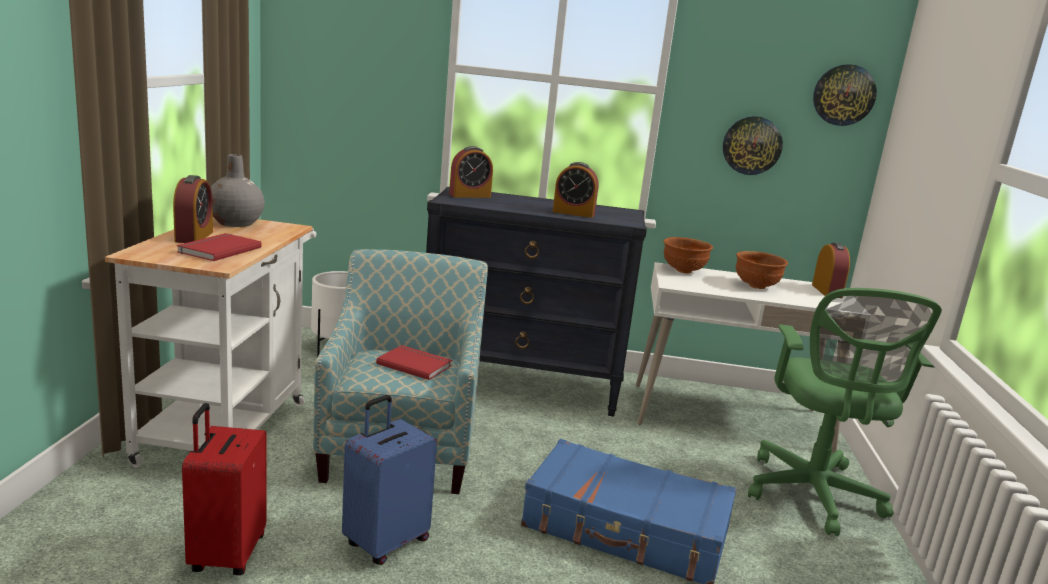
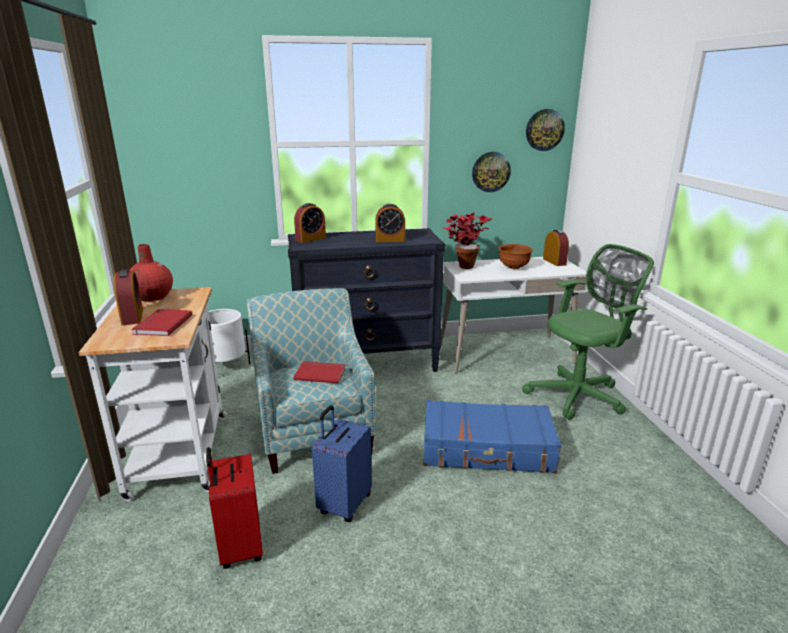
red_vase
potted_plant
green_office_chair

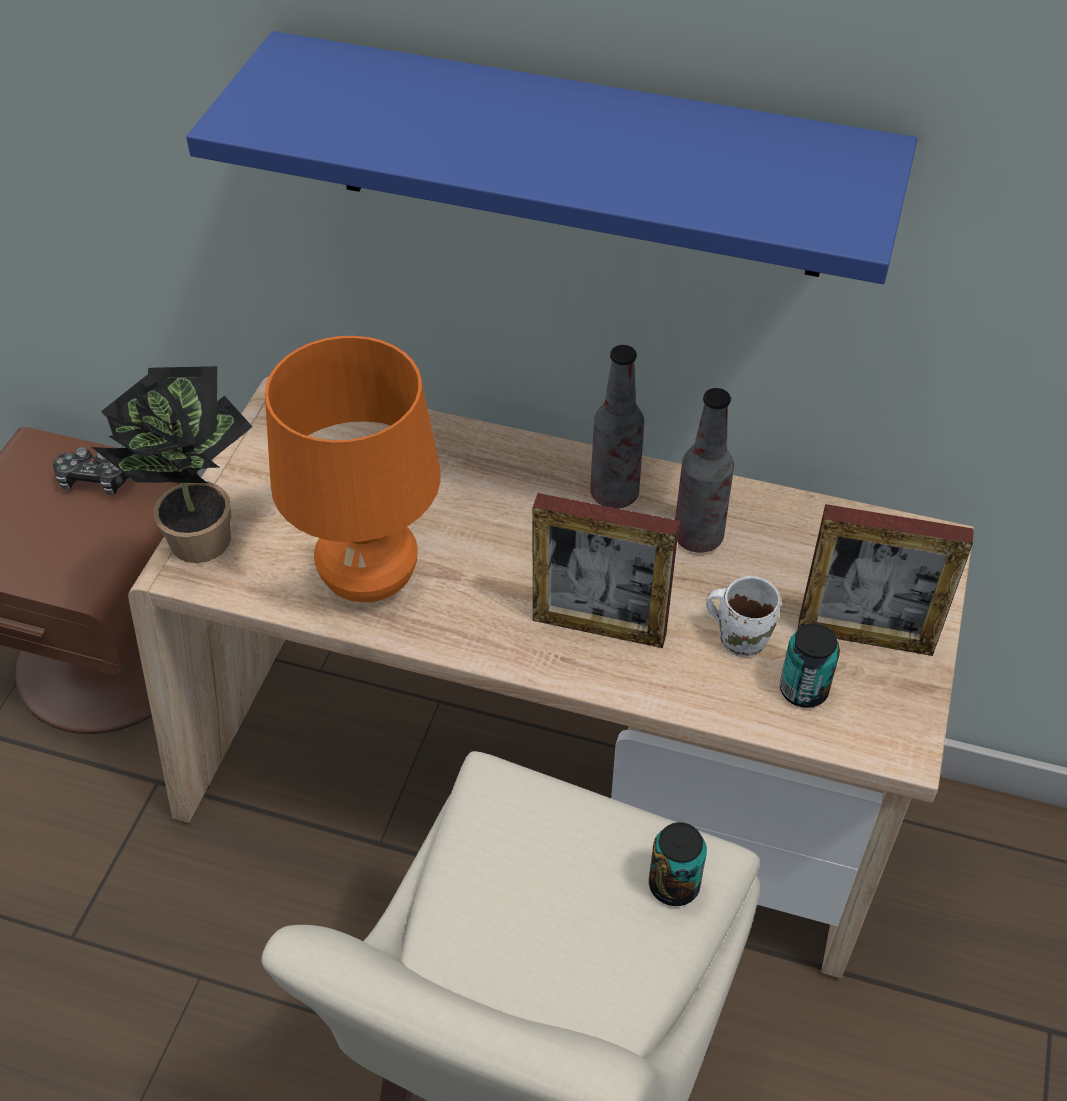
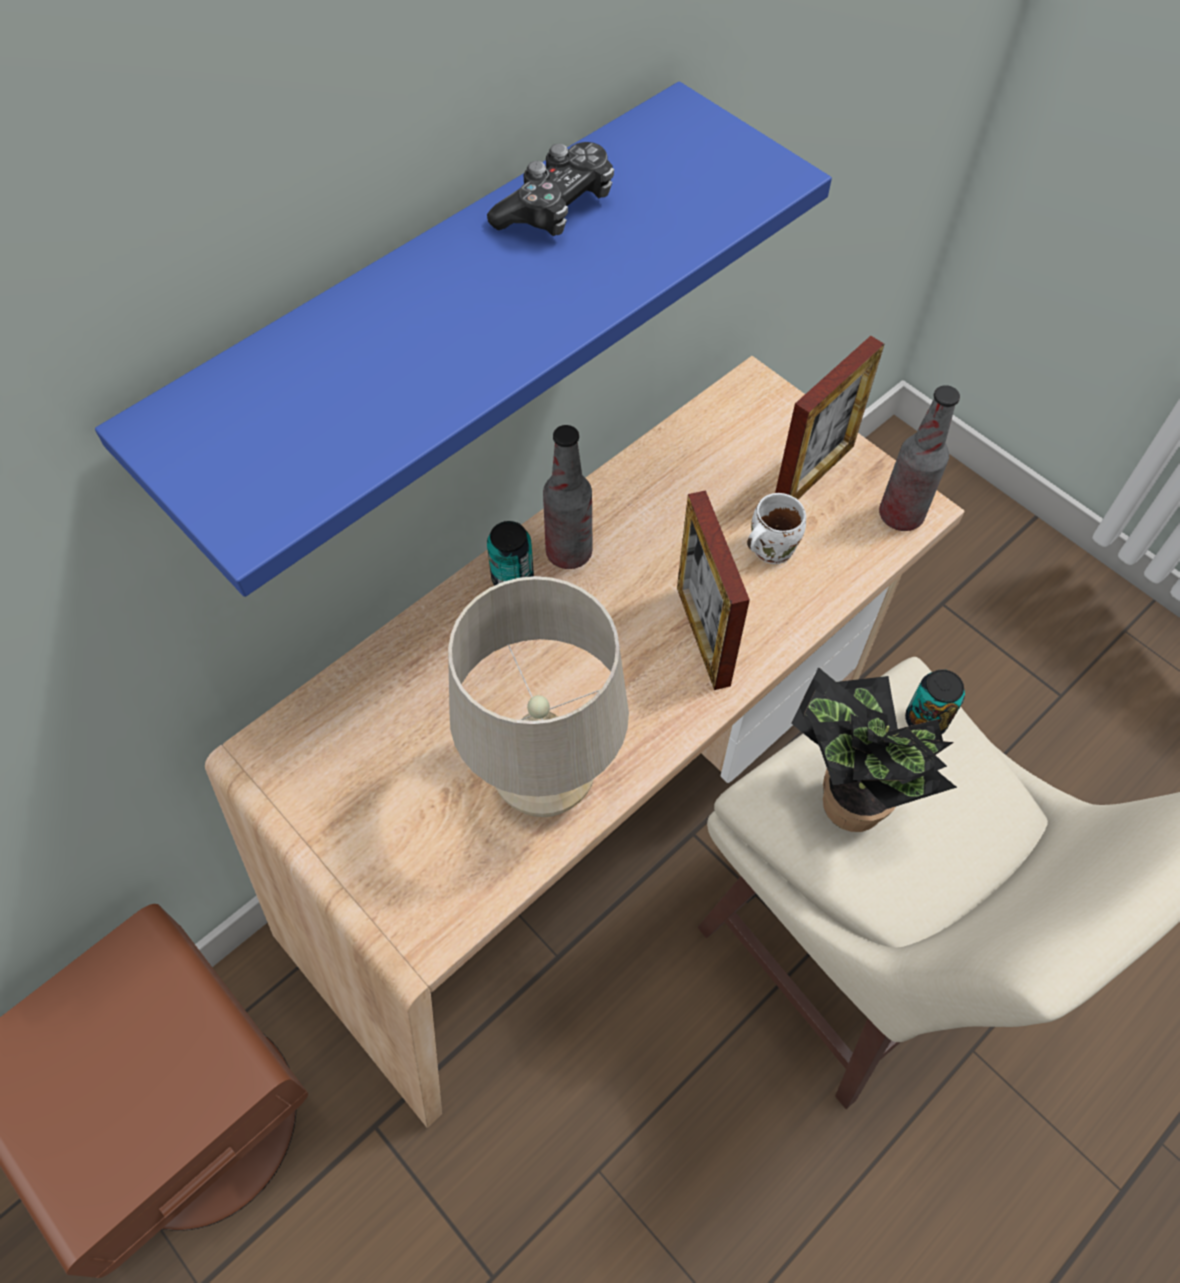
beige_table_lamp
game_controller
can (no. 1 from left)
picture_frame (no. 1 from left)
potted_plant
bottle (no. 2 from left)

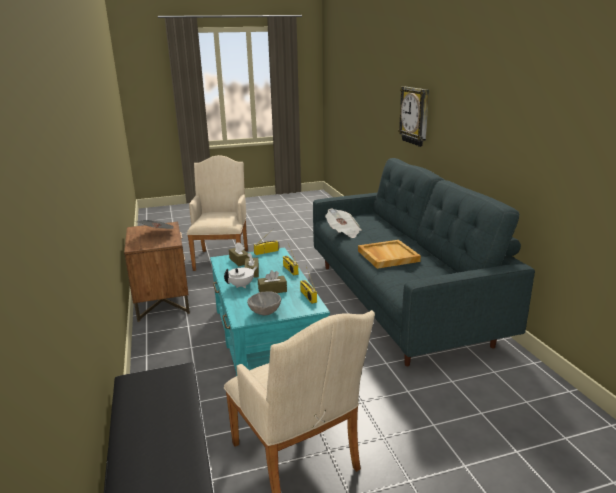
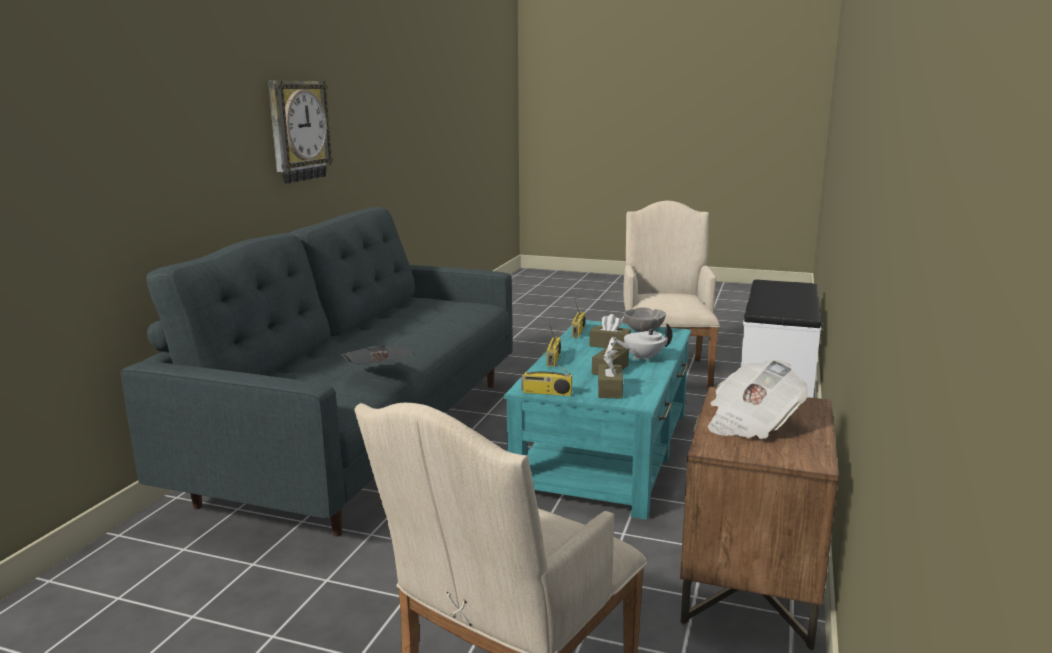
wall_clock
beige_tray

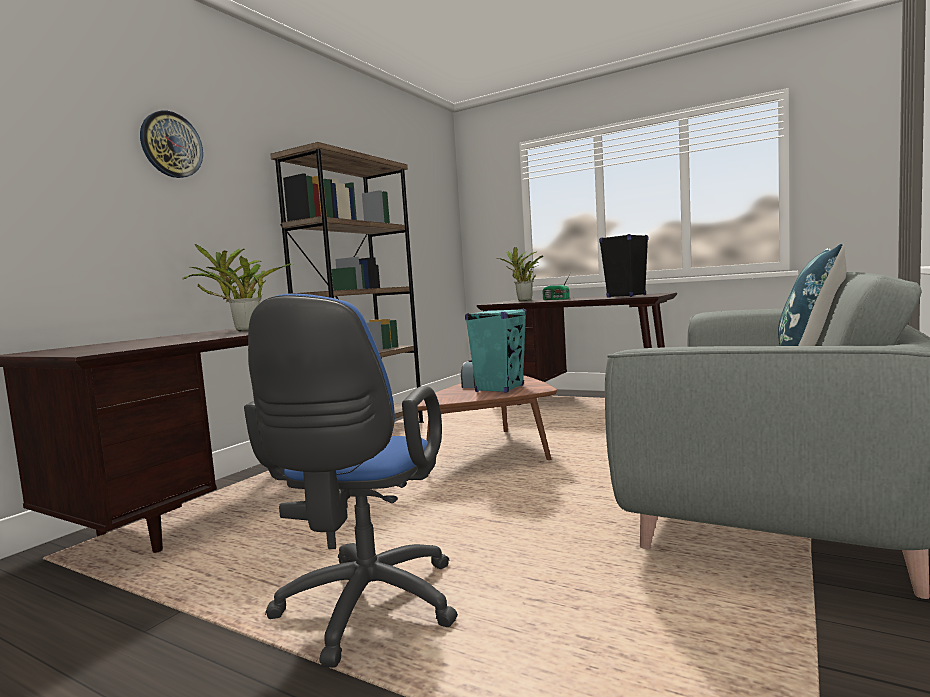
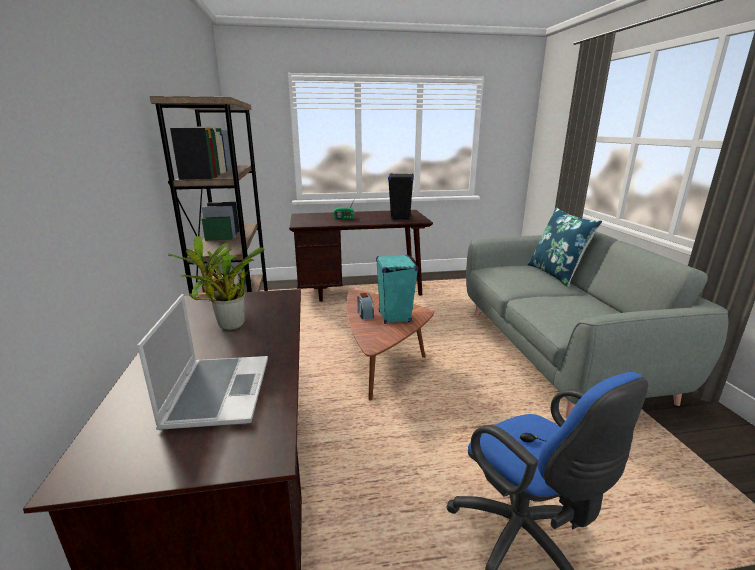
laptop
wall_clock
potted_plant (no. 2 from left in the first image)

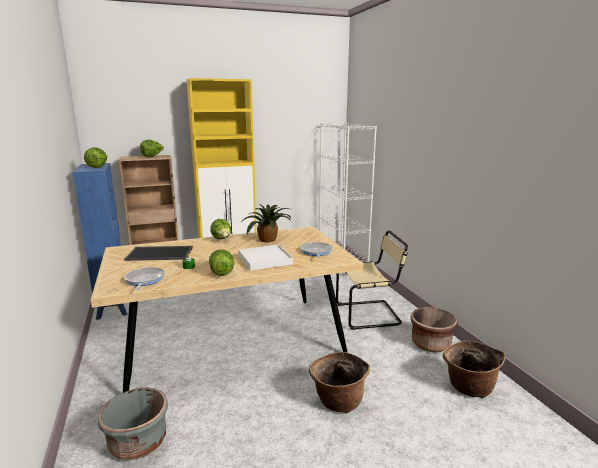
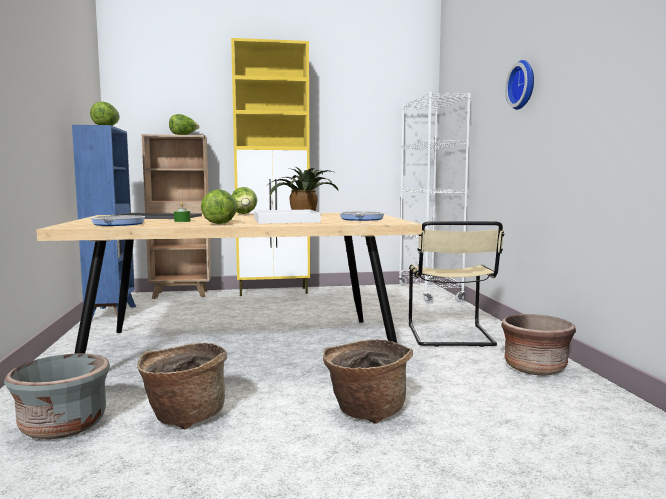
basket (no. 1 from left)
beige_chair
wall_clock

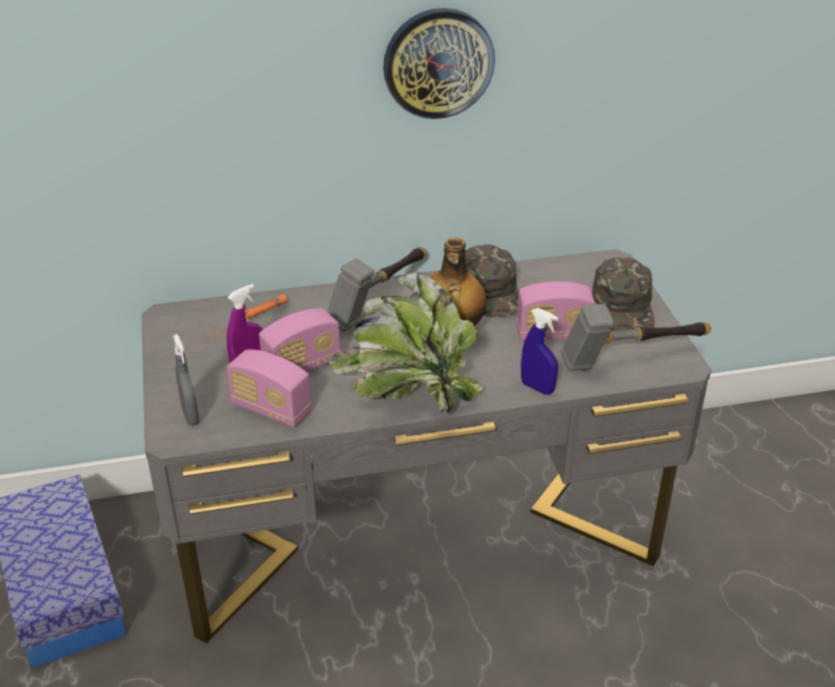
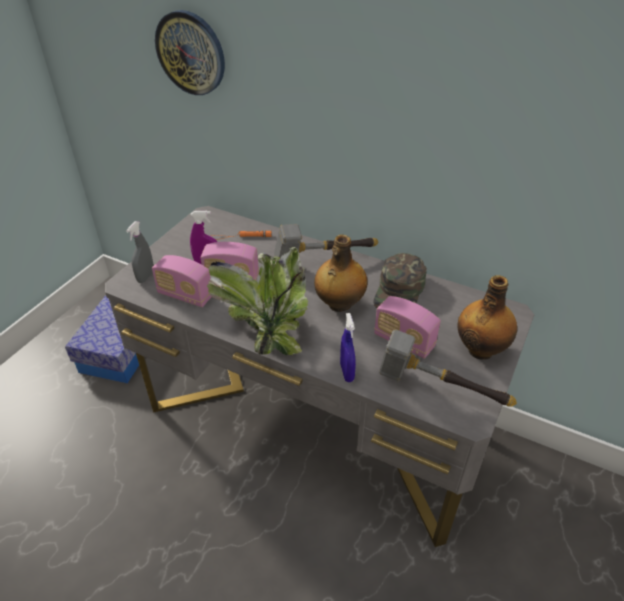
radio (no. 1 from left)
wall_clock
bottle (no. 2 from left)

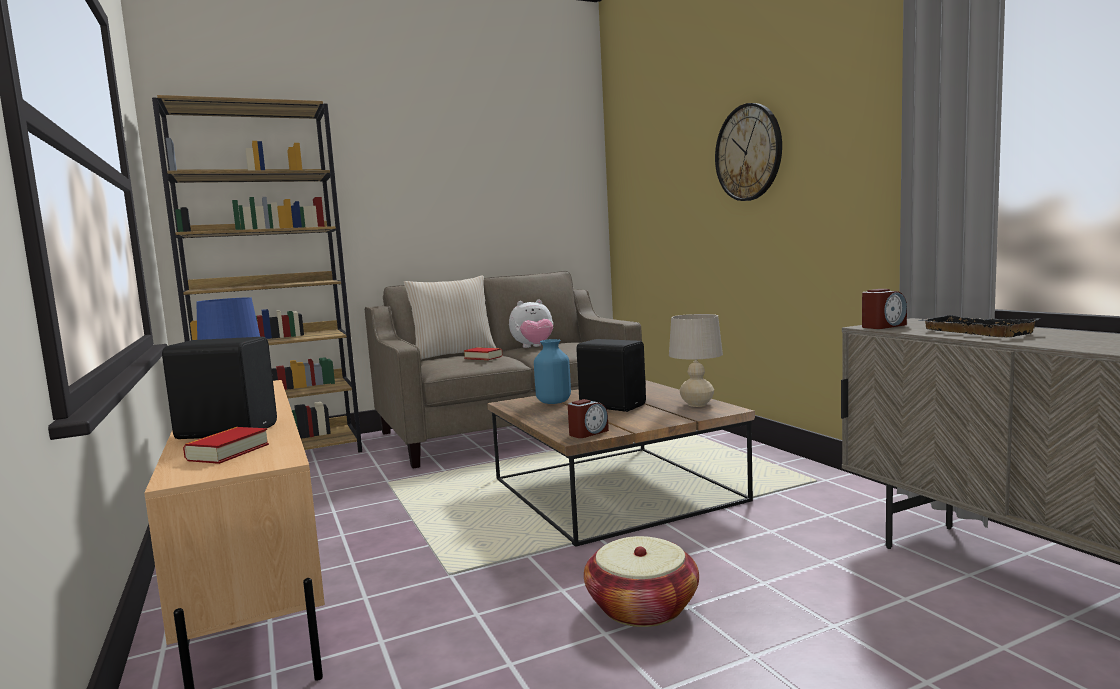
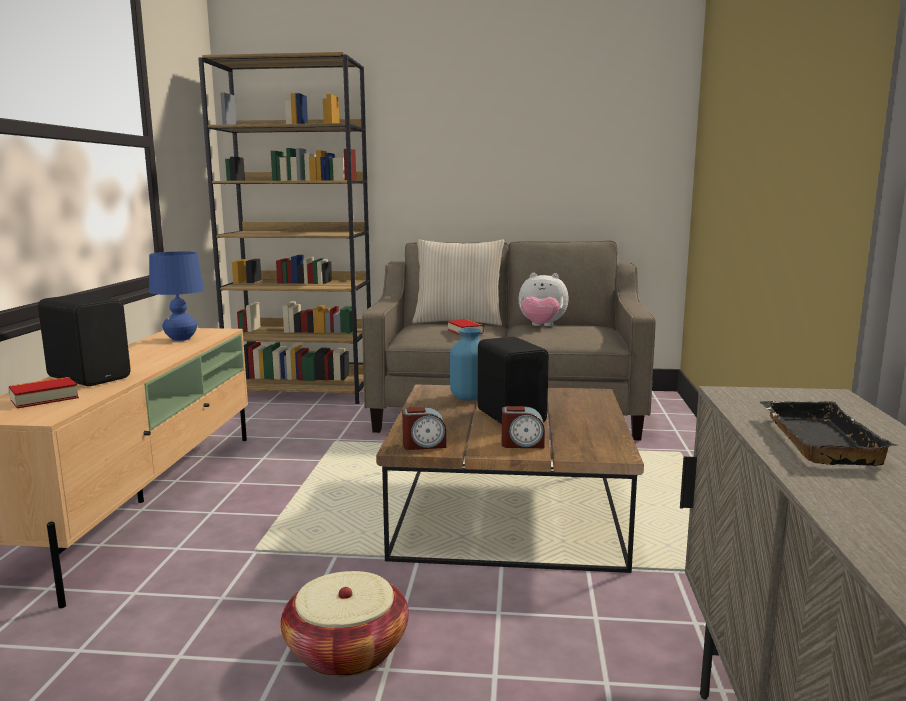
alarm_clock (no. 2 from left)
beige_table_lamp
wall_clock

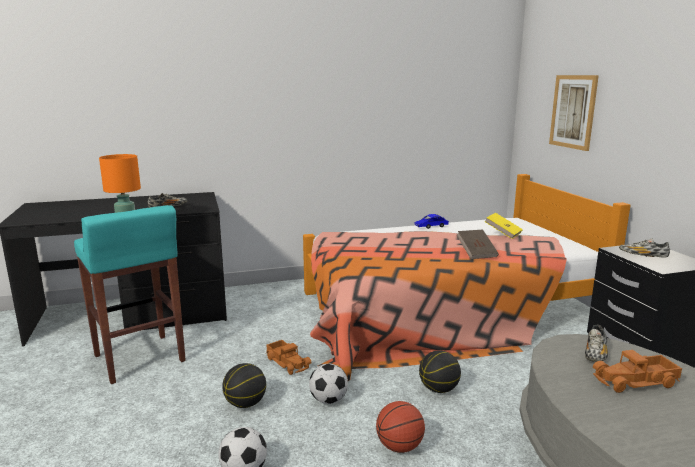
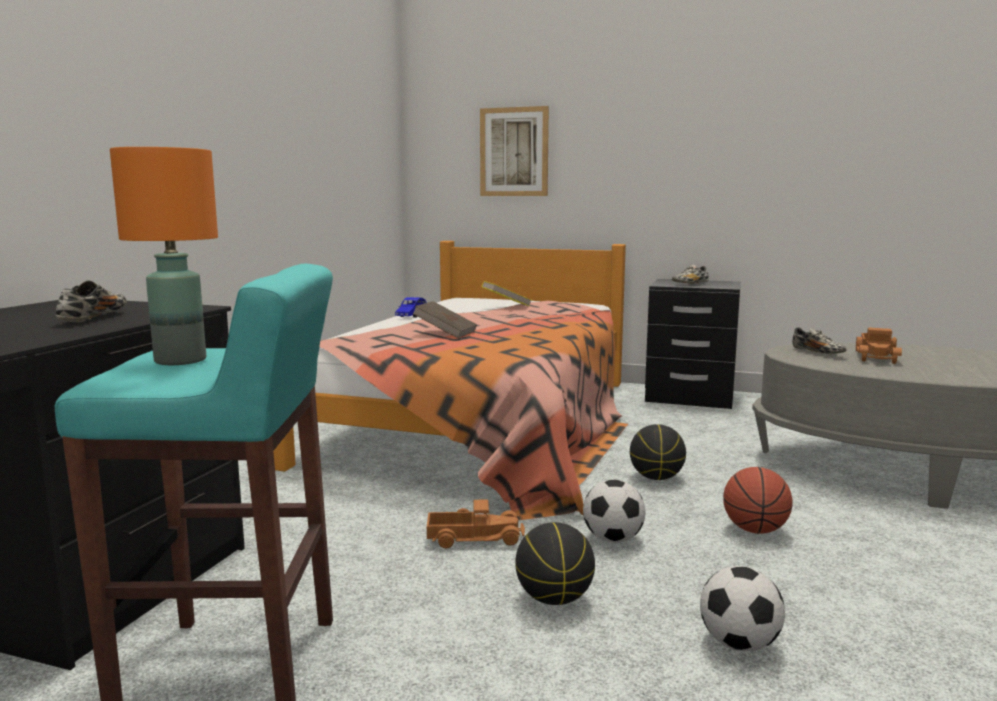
brown_book

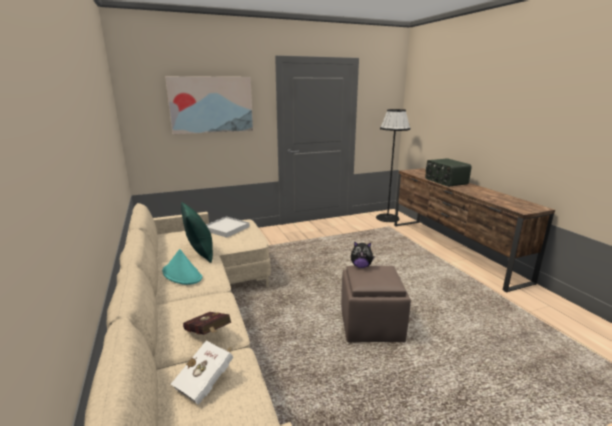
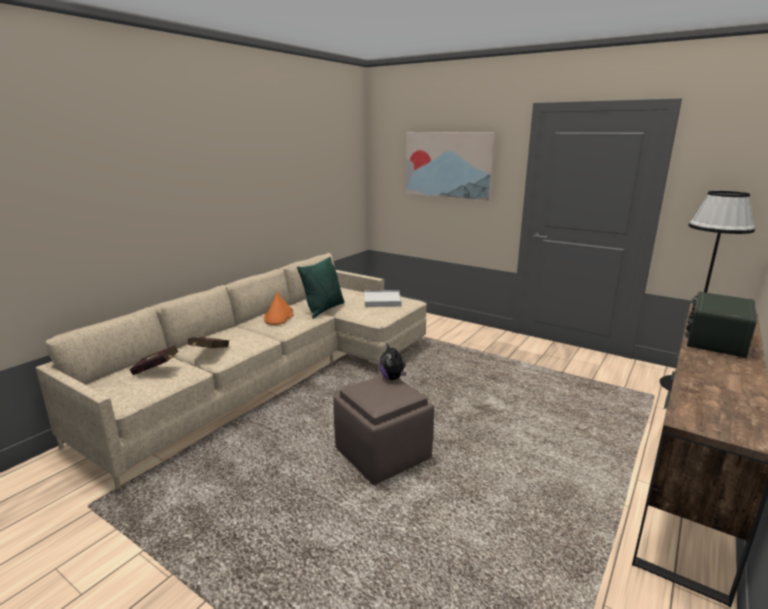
red_book (no. 1 from left)
orange_hat

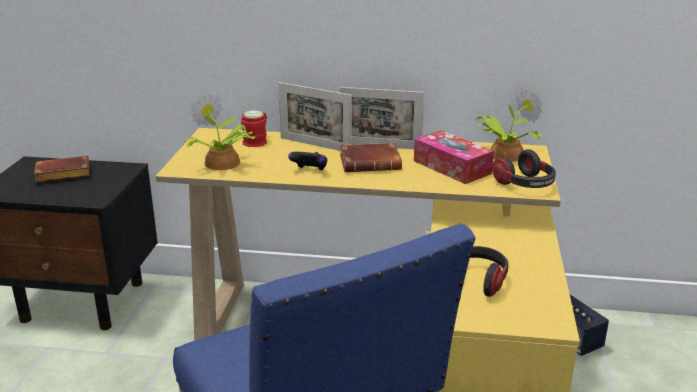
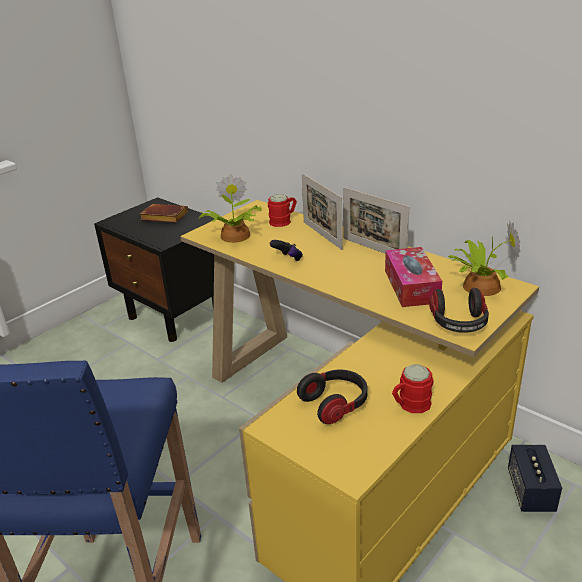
red_mug (no. 2 from left)
brown_book (no. 2 from left in the first image)

